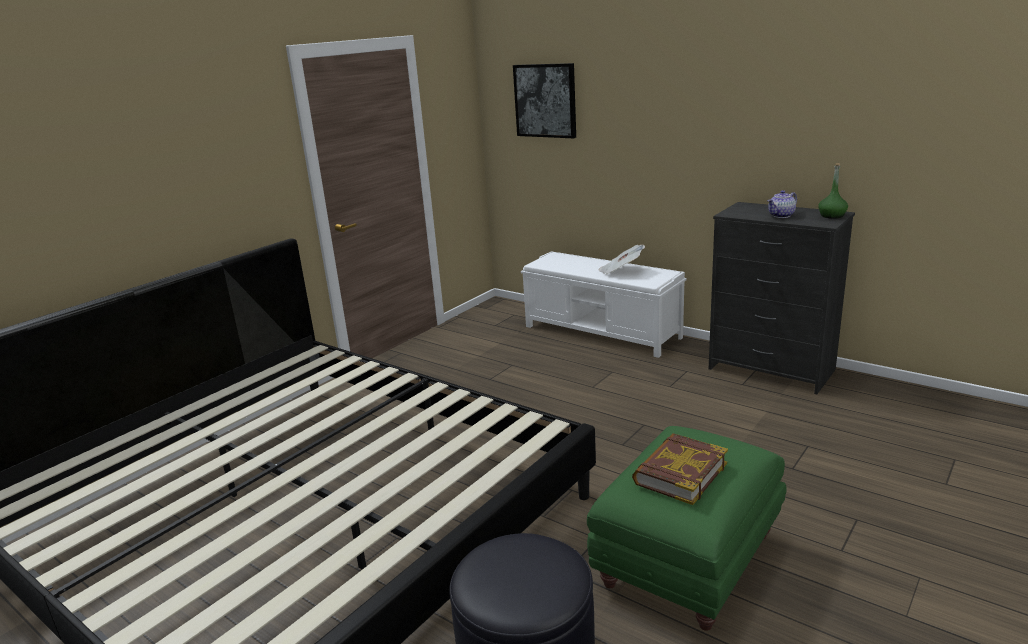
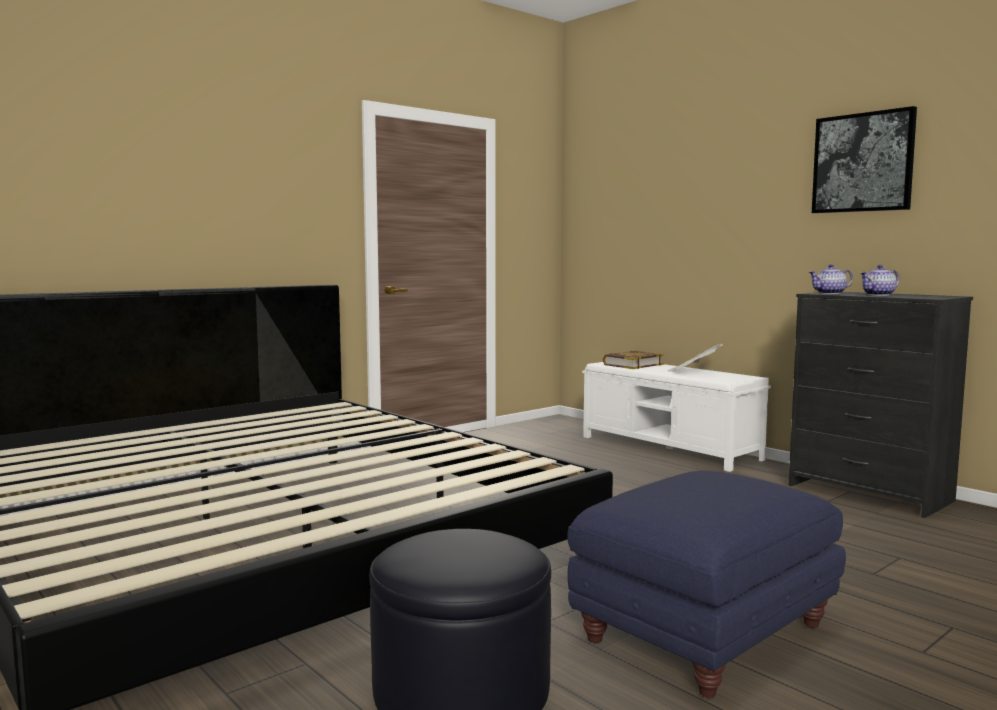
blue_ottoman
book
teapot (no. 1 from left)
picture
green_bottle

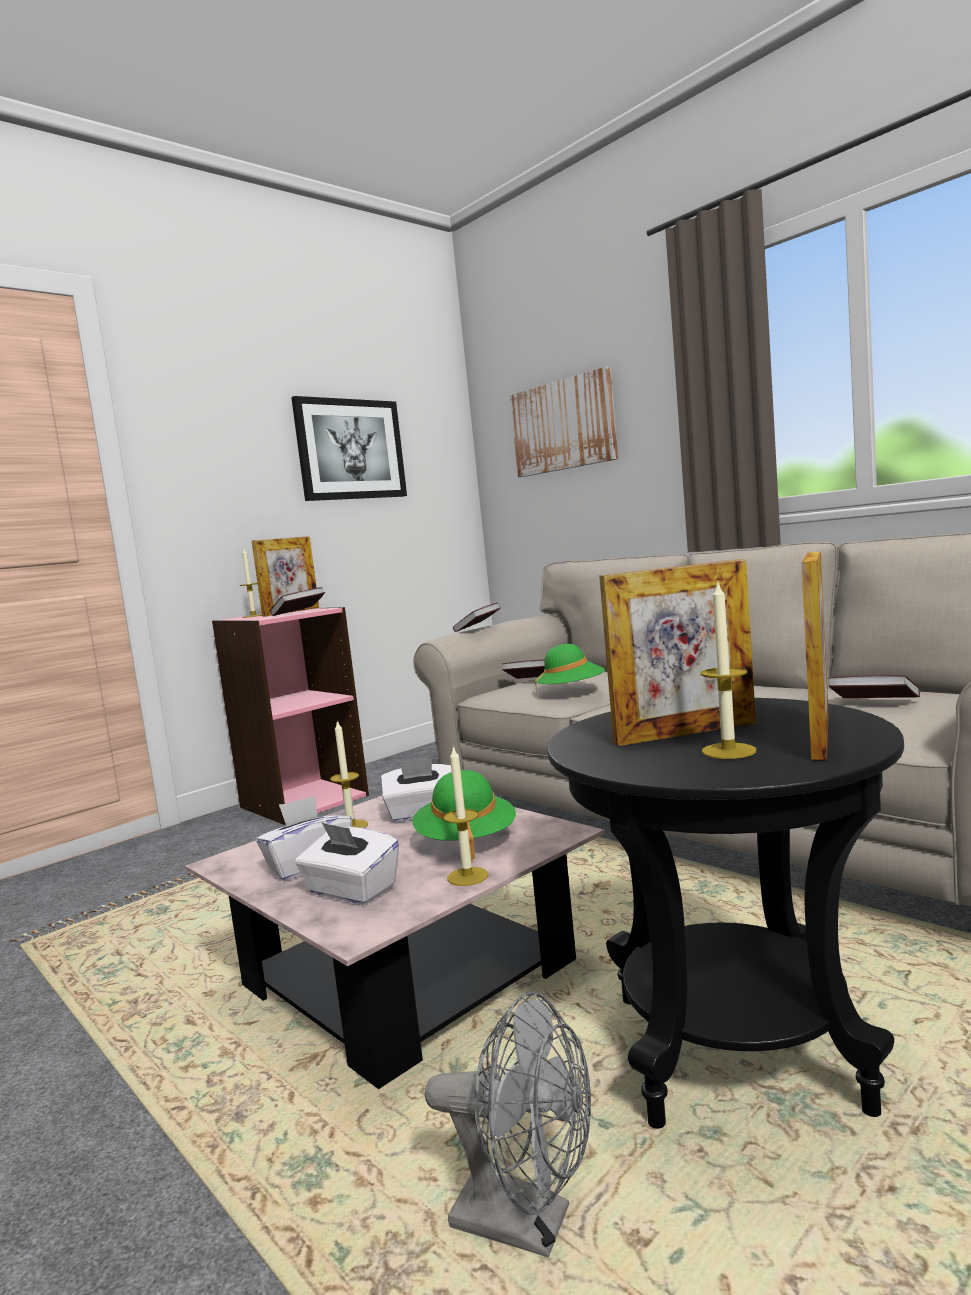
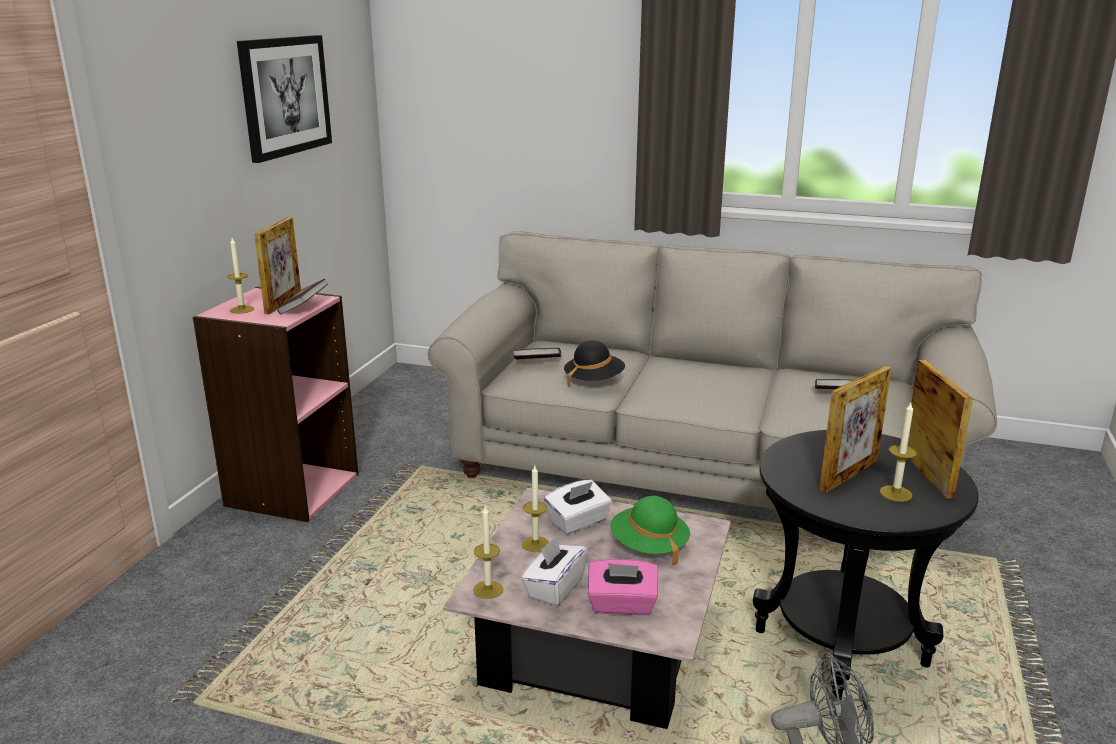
candle (no. 2 from left)
black_hat
pink_tissue_box
book (no. 2 from left in the first image)
picture (no. 2 from left in the first image)

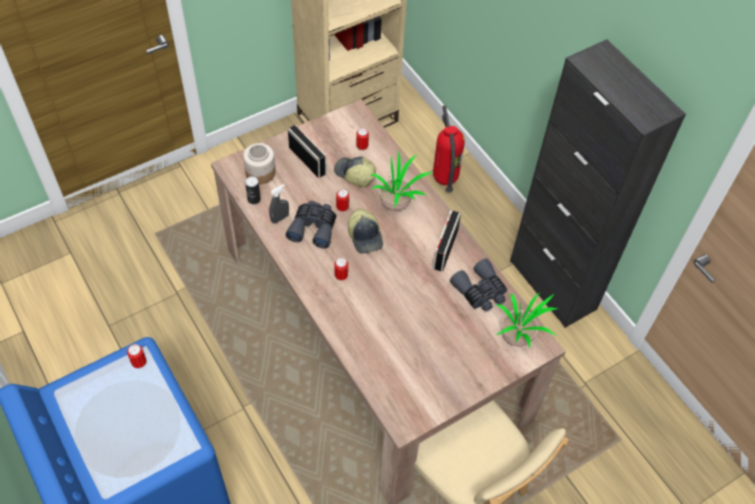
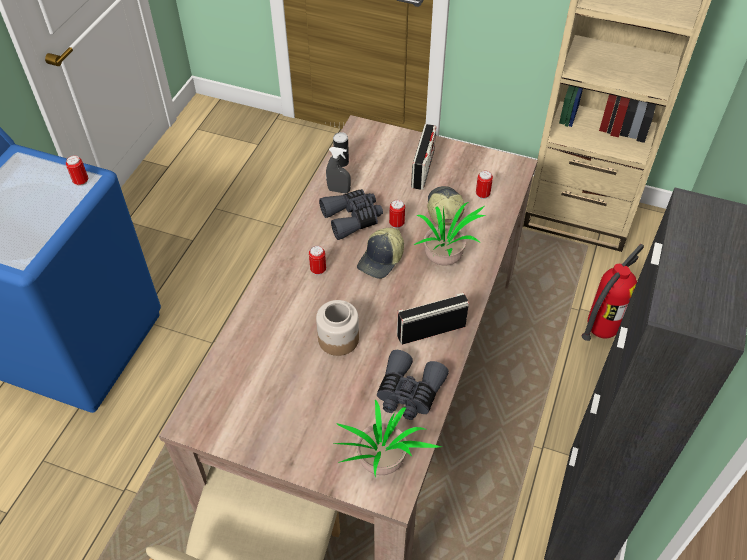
jar

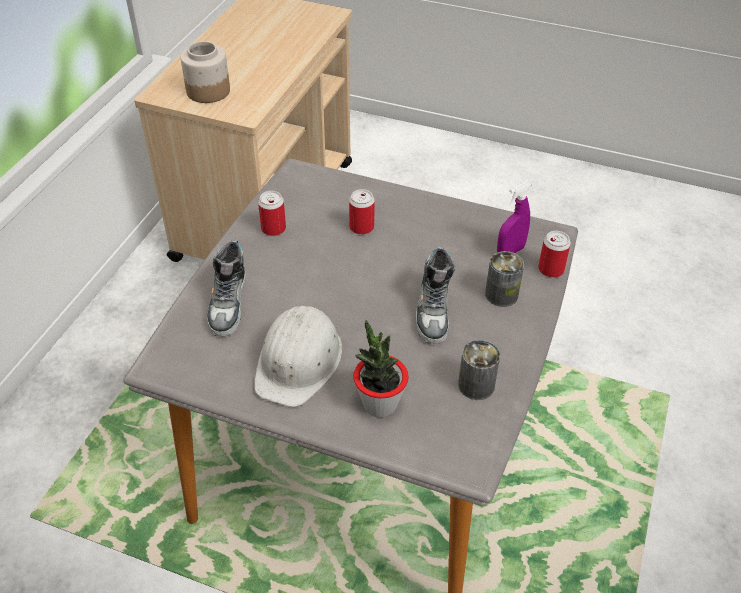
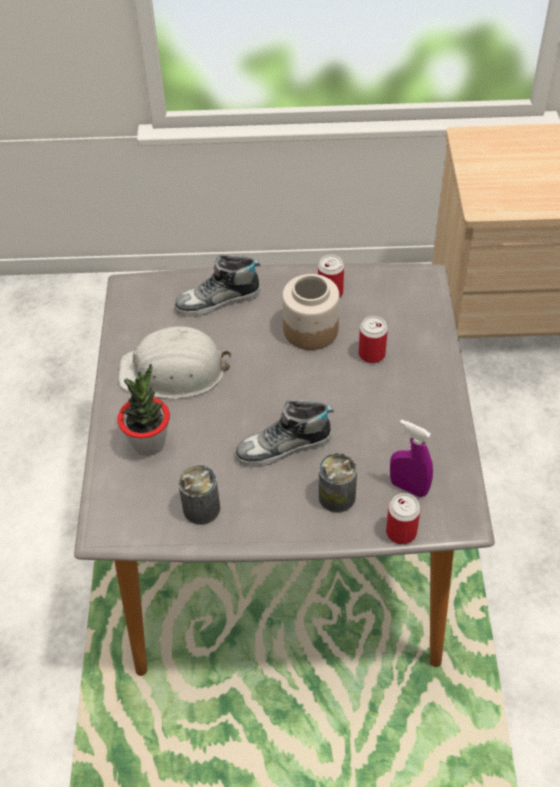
jar

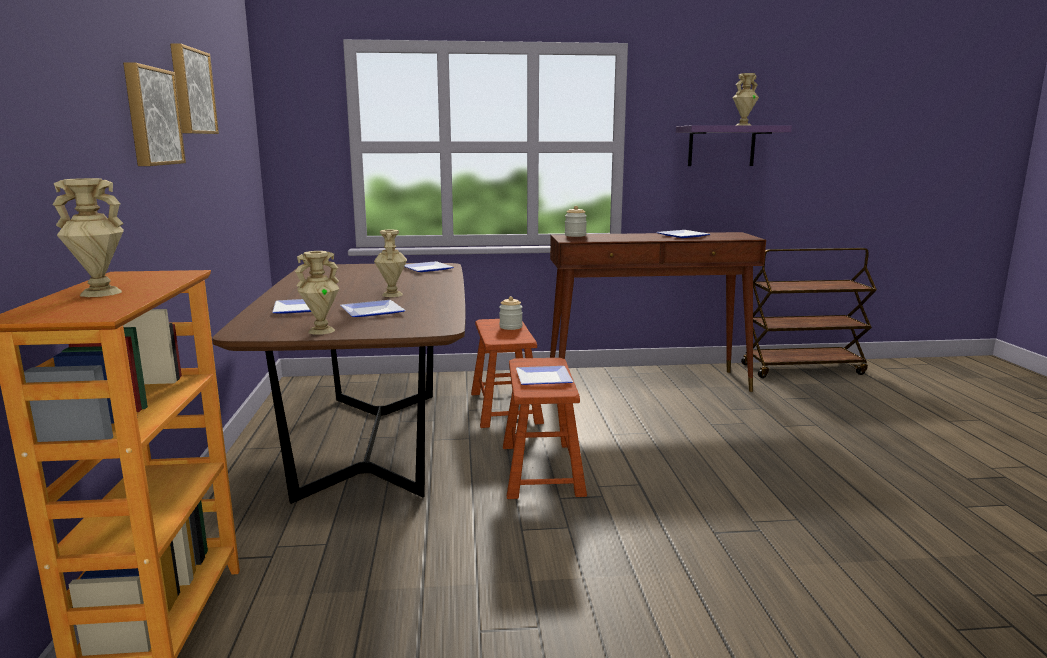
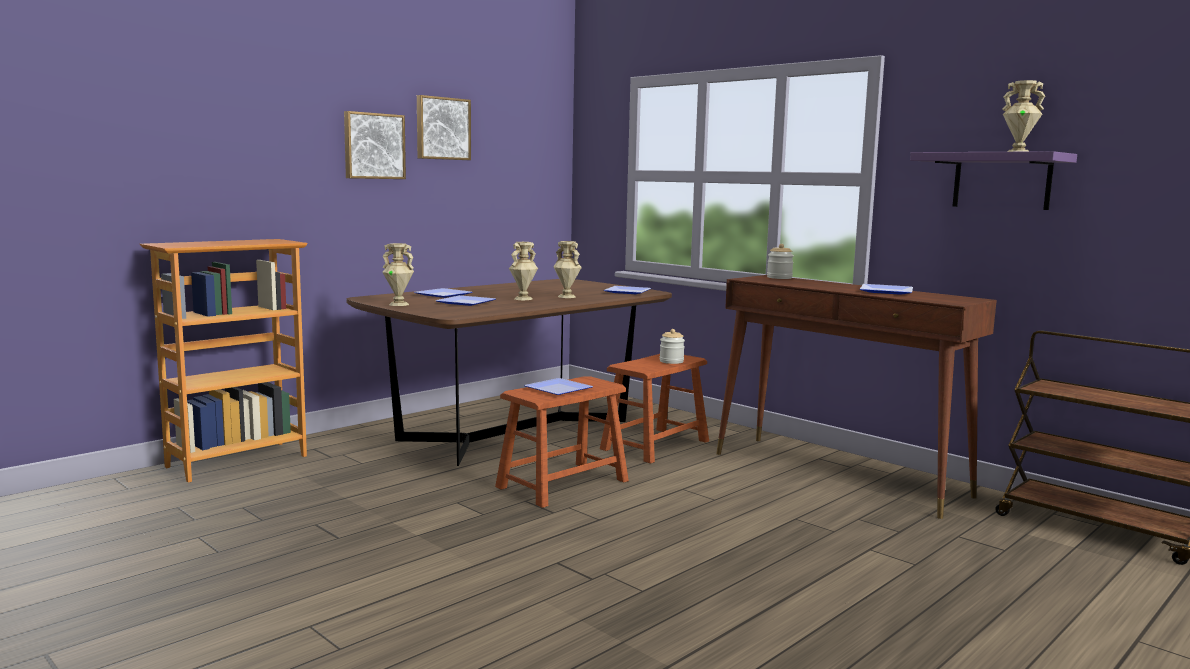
beige_vase (no. 3 from left)

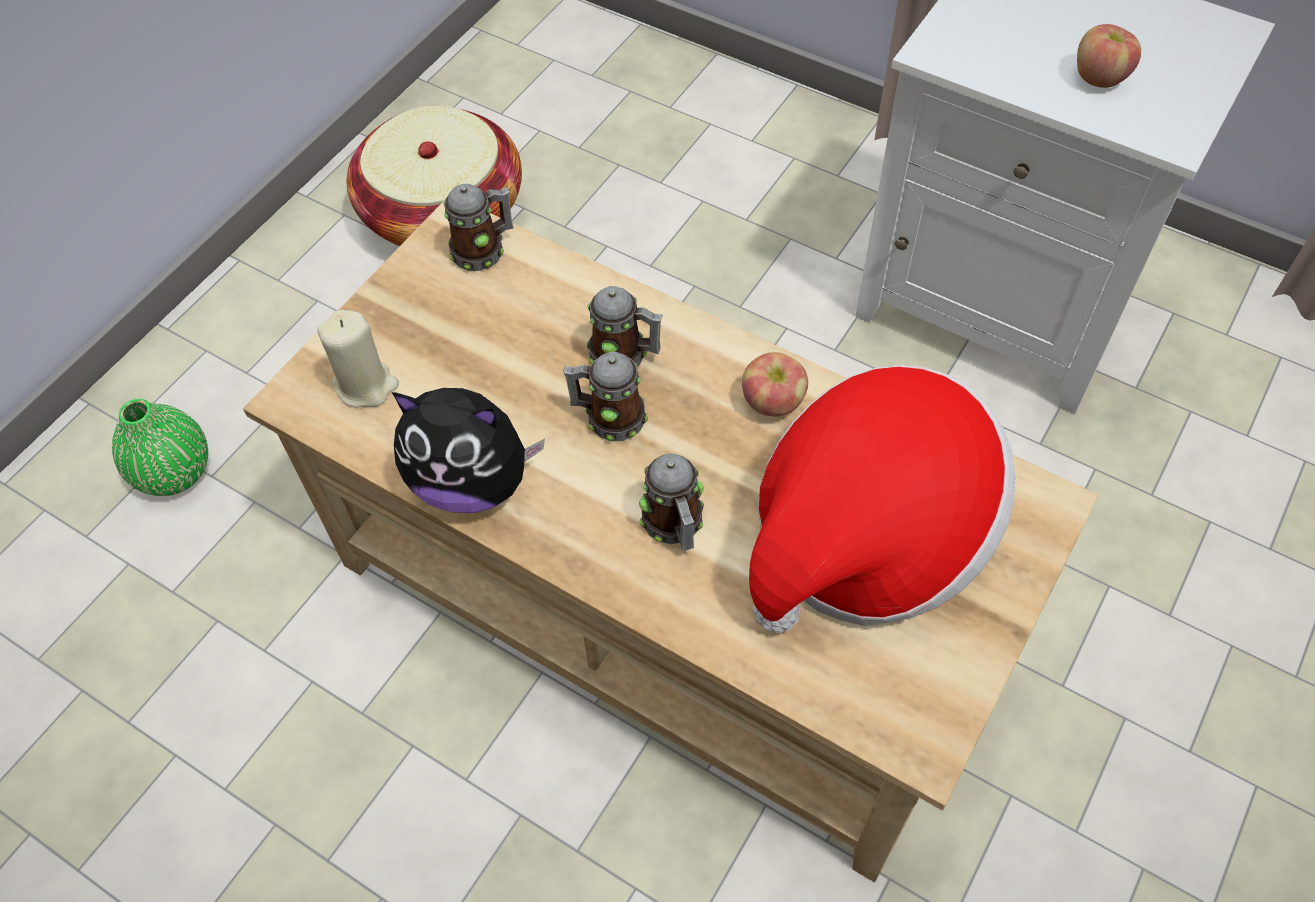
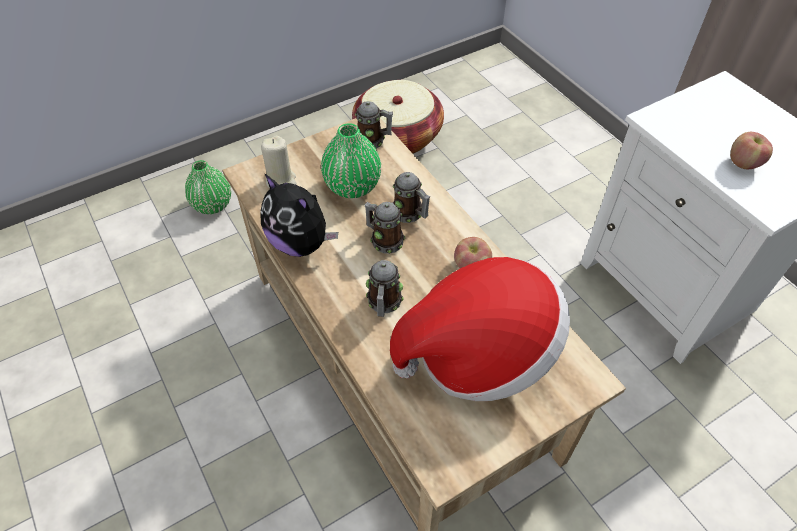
green_vase (no. 2 from left)

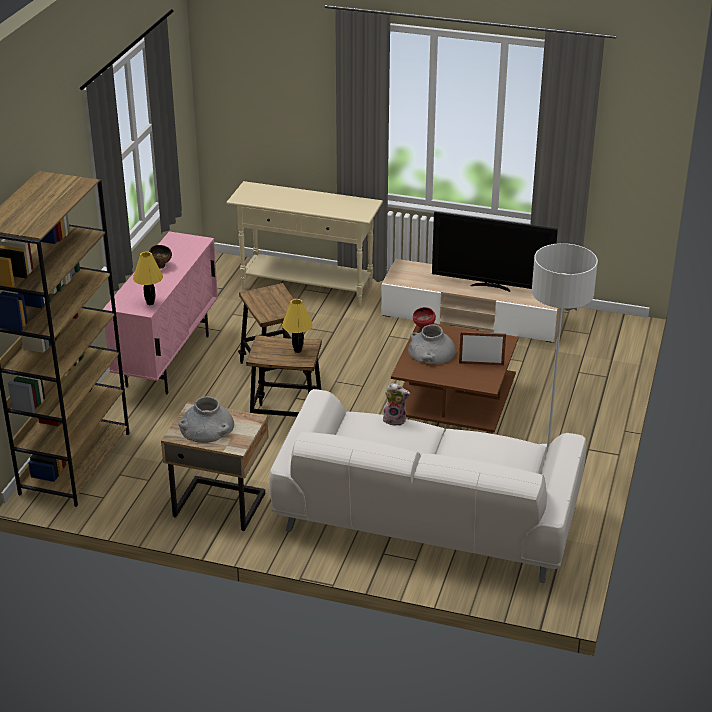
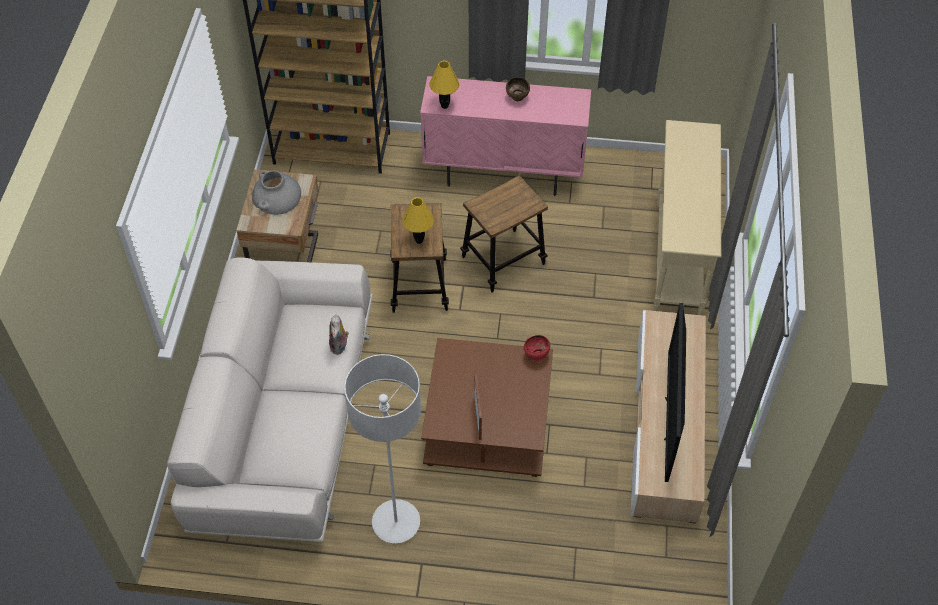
grey_vase (no. 2 from left in the first image)

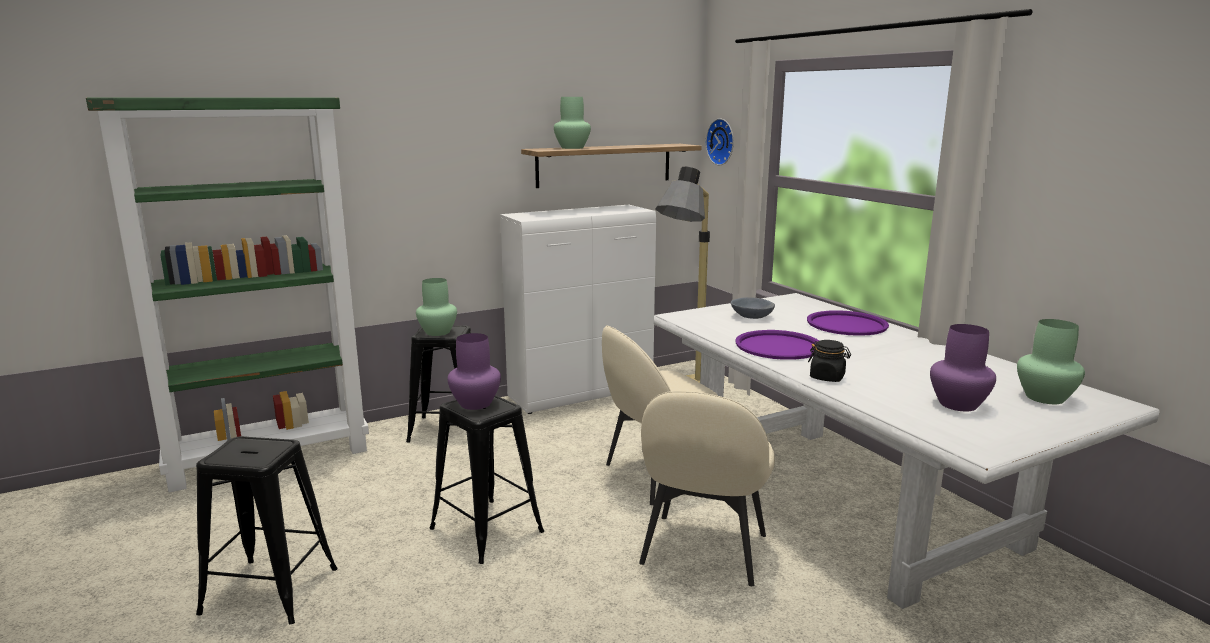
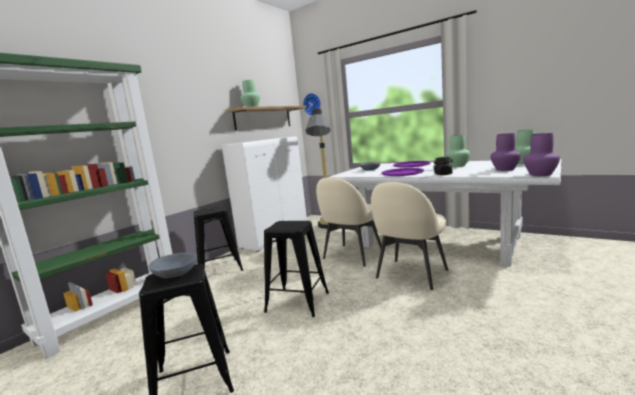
grey_bowl (no. 1 from left)
beige_chair (no. 2 from left)
green_vase (no. 2 from left)
purple_vase (no. 2 from left)

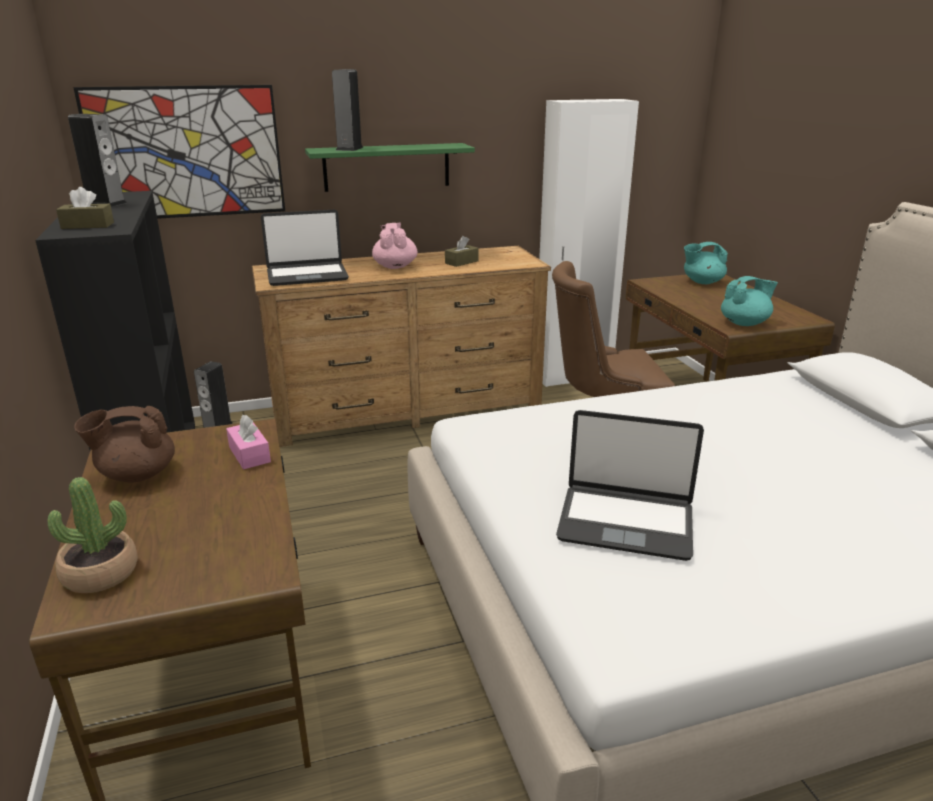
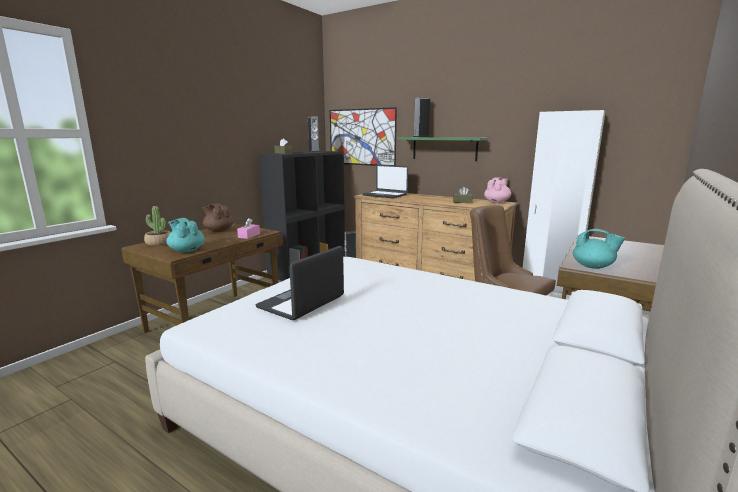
turquoise_teapot (no. 1 from left)
laptop (no. 1 from left)
pink_teapot

